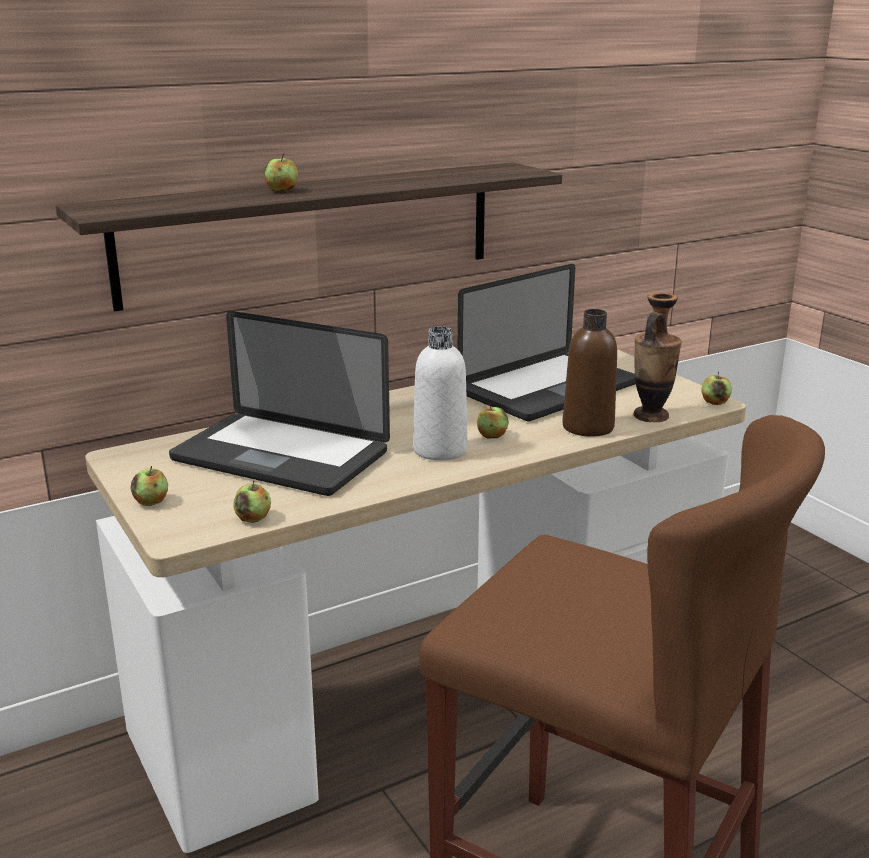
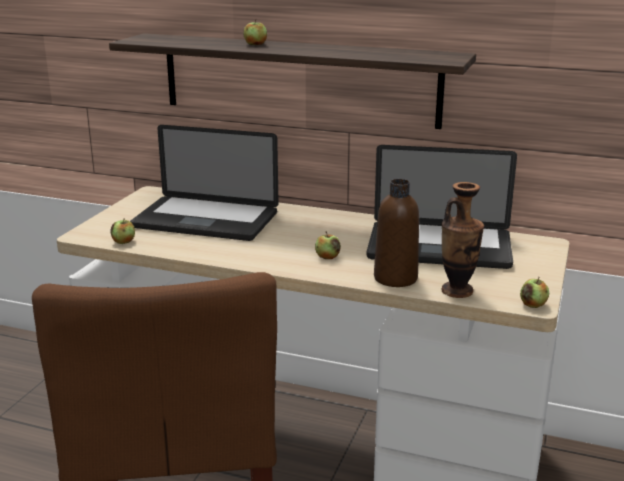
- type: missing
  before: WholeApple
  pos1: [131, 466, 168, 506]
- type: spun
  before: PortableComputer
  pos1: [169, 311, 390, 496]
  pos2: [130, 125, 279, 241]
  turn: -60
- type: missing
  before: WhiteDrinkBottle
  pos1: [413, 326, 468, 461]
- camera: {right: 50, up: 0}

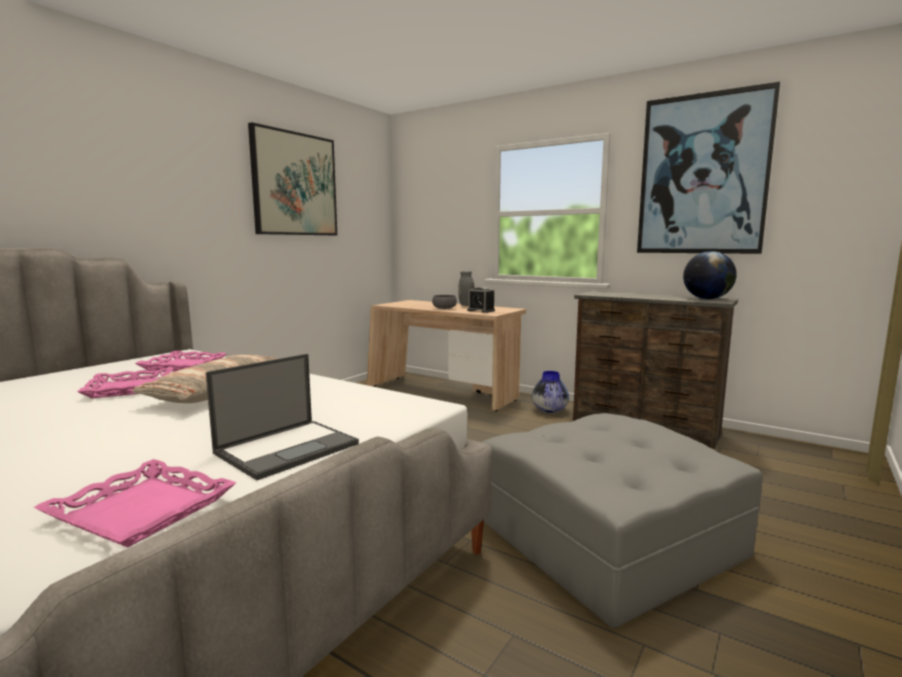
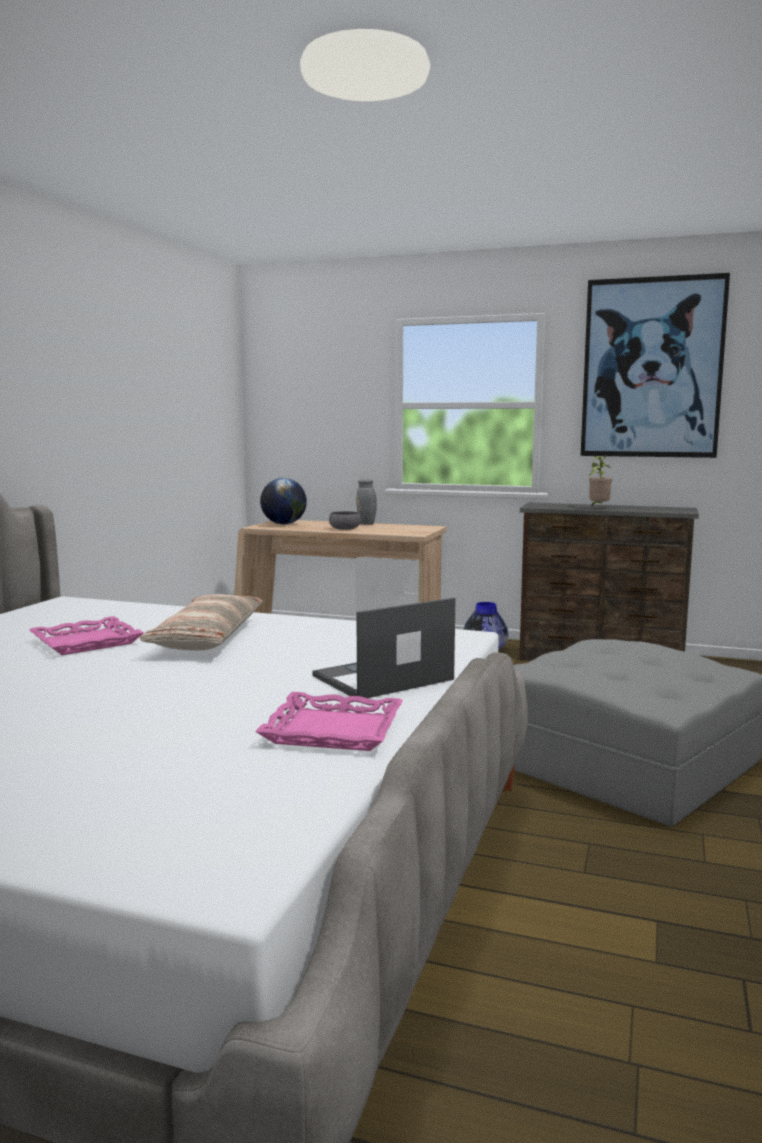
- type: missing
  before: PinkishServingTray
  pos1: [135, 351, 227, 372]
- type: spun
  before: PortableComputer
  pos1: [206, 354, 359, 480]
  pos2: [312, 597, 455, 698]
  turn: -150
- type: missing
  before: WallPicture
  pos1: [248, 122, 337, 235]
- type: missing
  before: AlarmClock
  pos1: [467, 287, 495, 313]
- type: relocated
  before: DeskGlobe
  pos1: [683, 251, 737, 299]
  pos2: [260, 478, 307, 524]
- type: appeared
  after: PlantInAPot
  pos2: [589, 455, 612, 506]
- camera: {right: -15, up: 0}

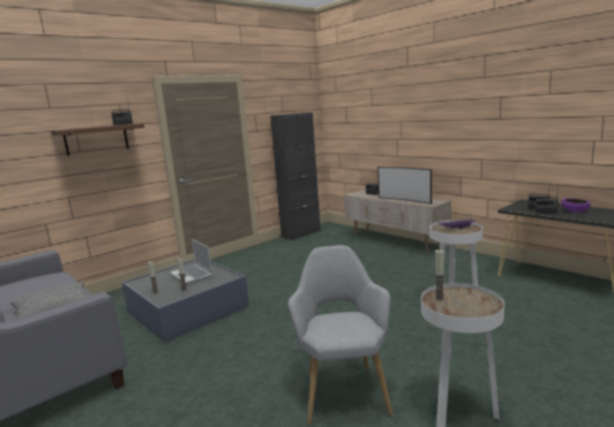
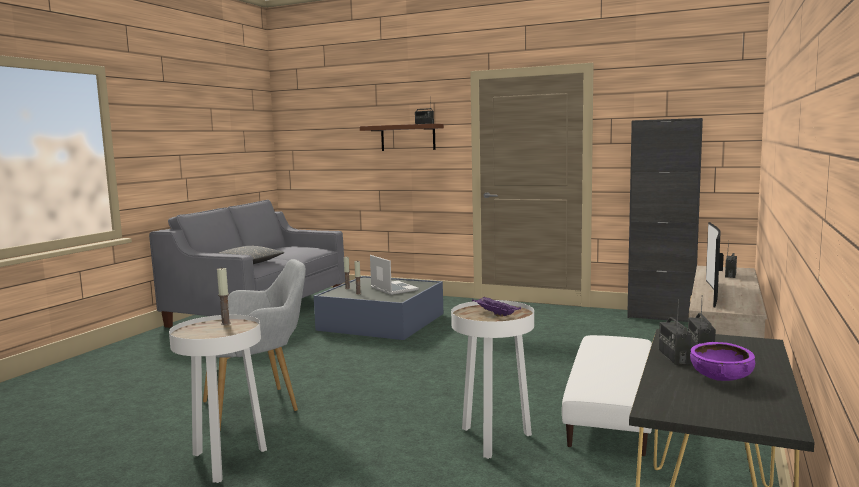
- type: spun
  before: PortableComputer
  pos1: [170, 239, 213, 284]
  pos2: [370, 255, 419, 295]
  turn: 120
- type: appeared
  after: WhiteOttoman
  pos2: [562, 335, 652, 456]
- camera: {right: 65, up: -5}

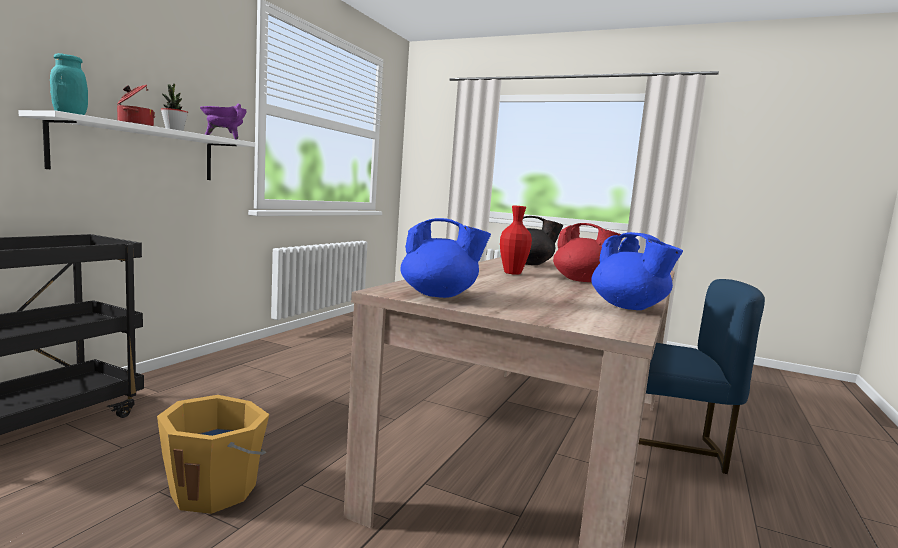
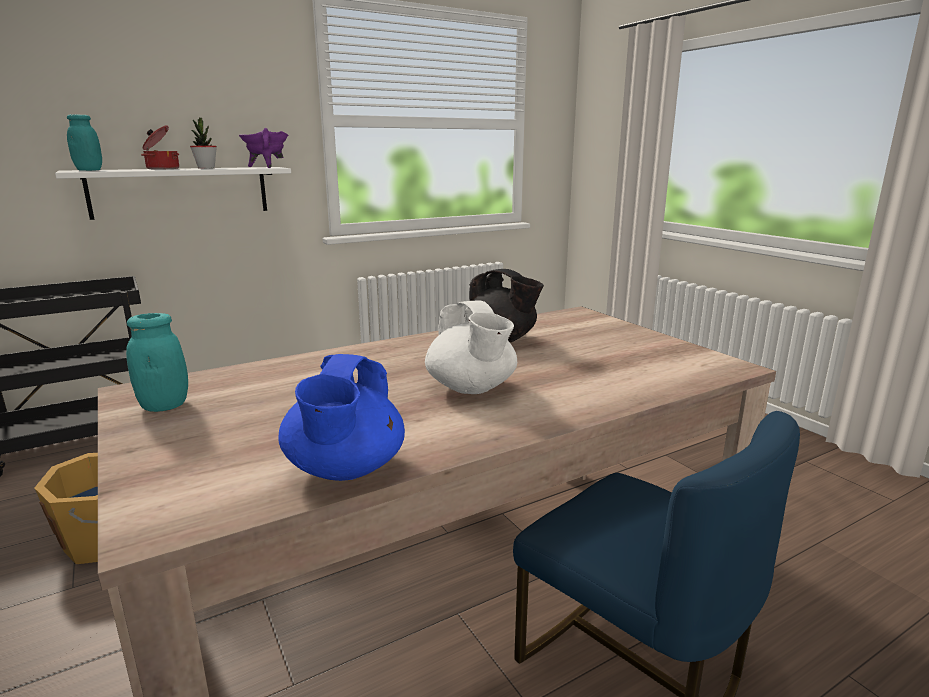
- type: exchanged
  before: BlueTeapot
  after: BlueGreenPreserveJar
  pos1: [400, 218, 491, 298]
  pos2: [126, 313, 188, 412]
- type: missing
  before: ReddishFlowerVase
  pos1: [500, 205, 532, 275]
- type: colour
  before: ReddishTeapot
  after: WhiteTeapot
  pos1: [553, 223, 623, 282]
  pos2: [425, 301, 517, 394]
- camera: {right: 35, up: 10}

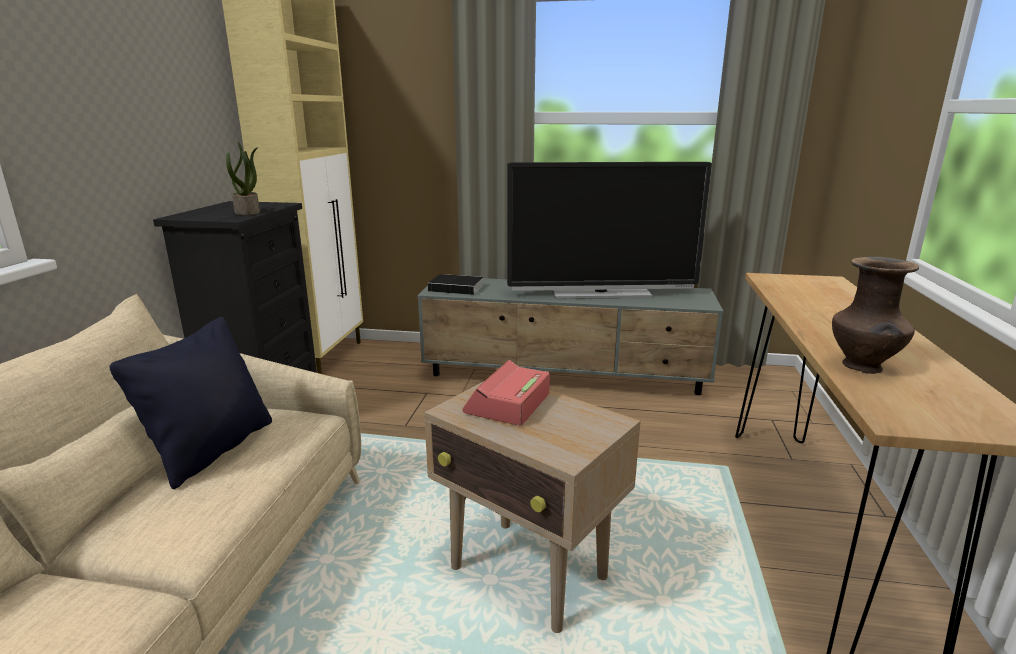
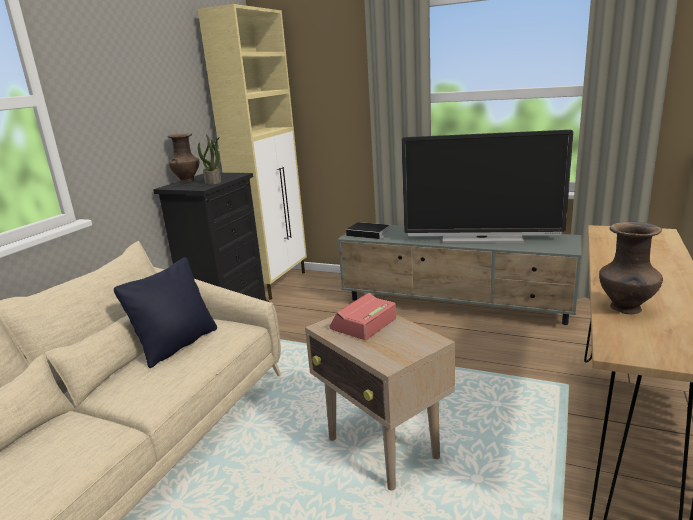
- type: appeared
  after: BrownFlowerVase
  pos2: [167, 133, 200, 183]
- camera: {right: 15, up: 0}

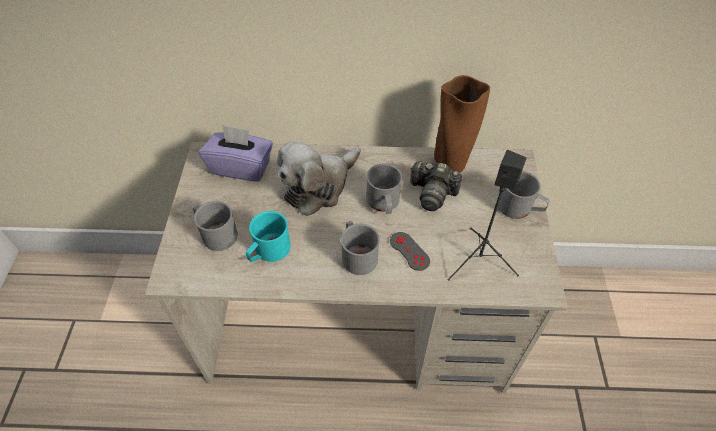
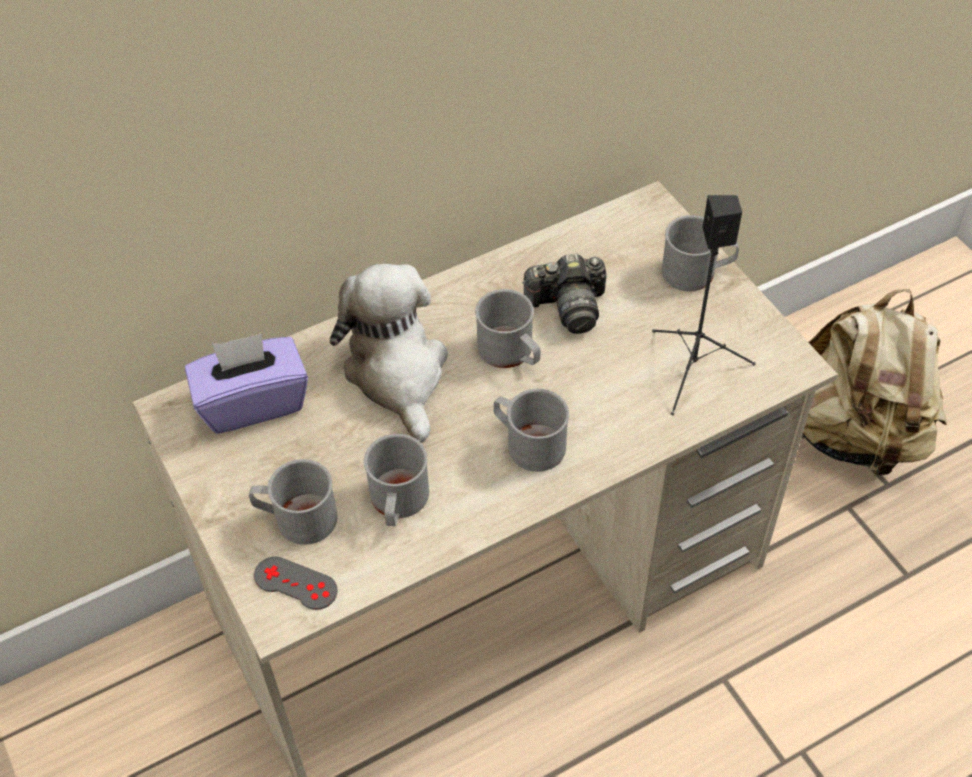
- type: colour
  before: BlueGreenCoffeeMug
  after: GreyCoffeeMug
  pos1: [246, 211, 291, 262]
  pos2: [364, 434, 429, 526]
- type: spun
  before: PlushToy
  pos1: [277, 141, 361, 216]
  pos2: [330, 264, 448, 443]
  turn: 150
- type: relocated
  before: GreyGamepad
  pos1: [390, 232, 430, 271]
  pos2: [254, 556, 338, 610]
- type: missing
  before: BrownFlowerVase
  pos1: [434, 75, 490, 173]
- type: appeared
  after: BeigeKnapsack
  pos2: [803, 289, 947, 481]
- camera: {right: -30, up: 0}

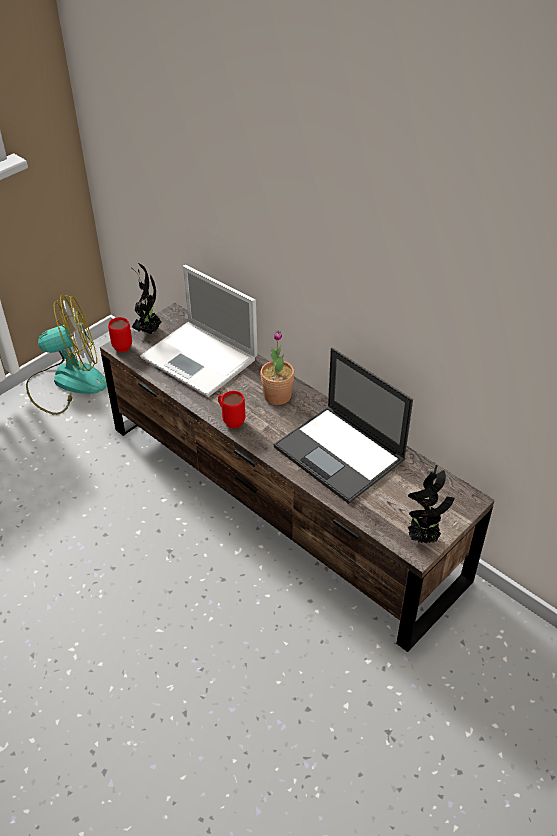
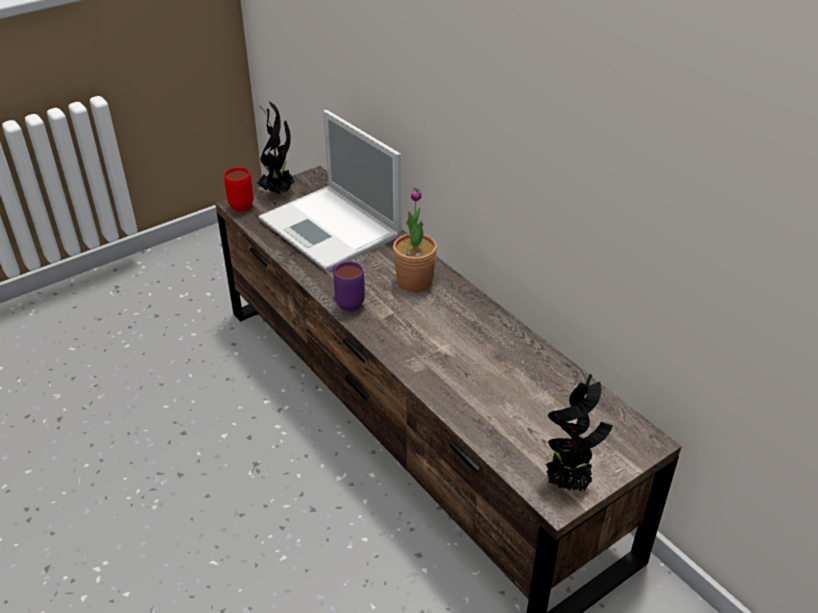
- type: missing
  before: ElectricFan
  pos1: [26, 295, 107, 415]
- type: colour
  before: ReddishCoffeeMug
  after: PurplishCoffeeMug
  pos1: [218, 391, 245, 429]
  pos2: [333, 261, 365, 312]
- type: missing
  before: PortableComputer
  pos1: [274, 348, 413, 504]
- camera: {right: 10, up: -5}

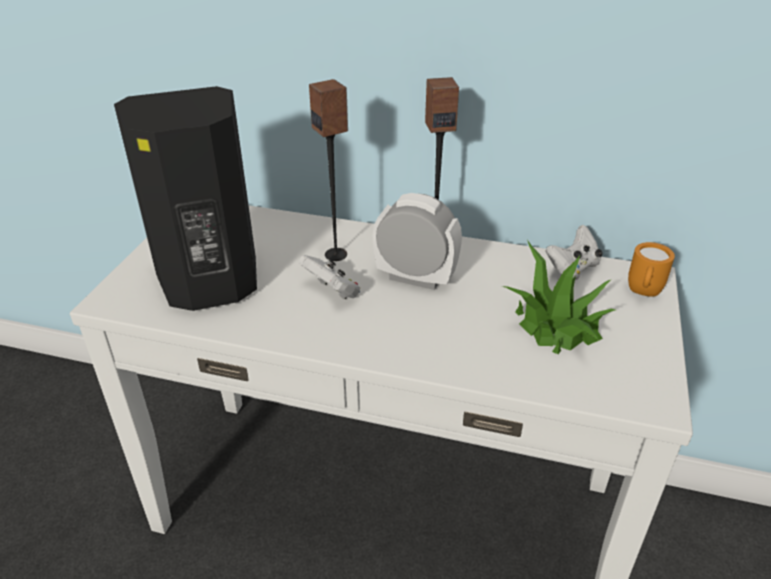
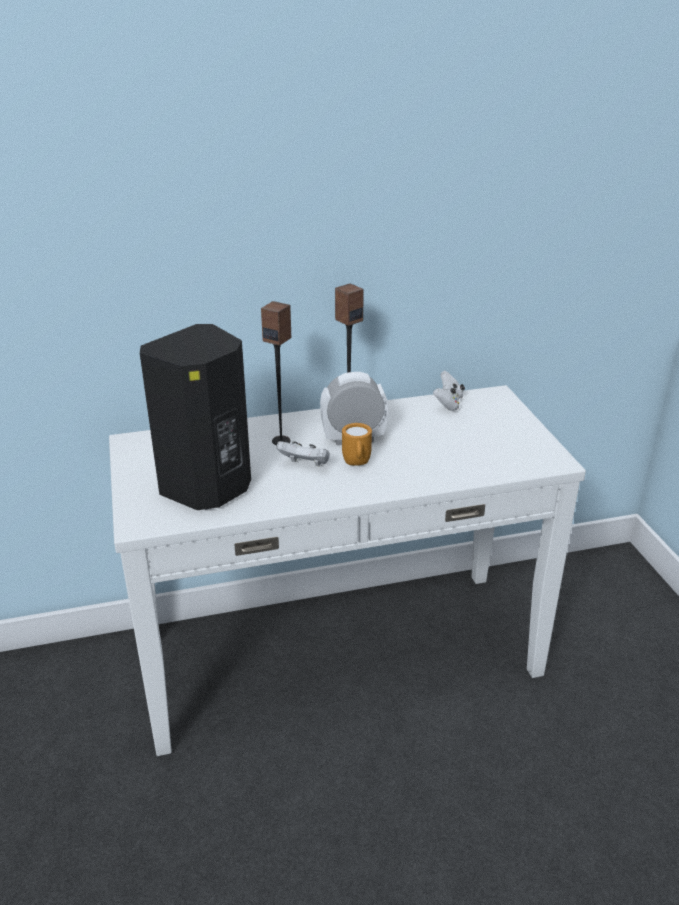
- type: missing
  before: PlantInAPot
  pos1: [502, 240, 615, 354]
- type: relocated
  before: OrangeCoffeeMug
  pos1: [628, 242, 675, 297]
  pos2: [342, 423, 372, 466]
- camera: {right: -30, up: -5}

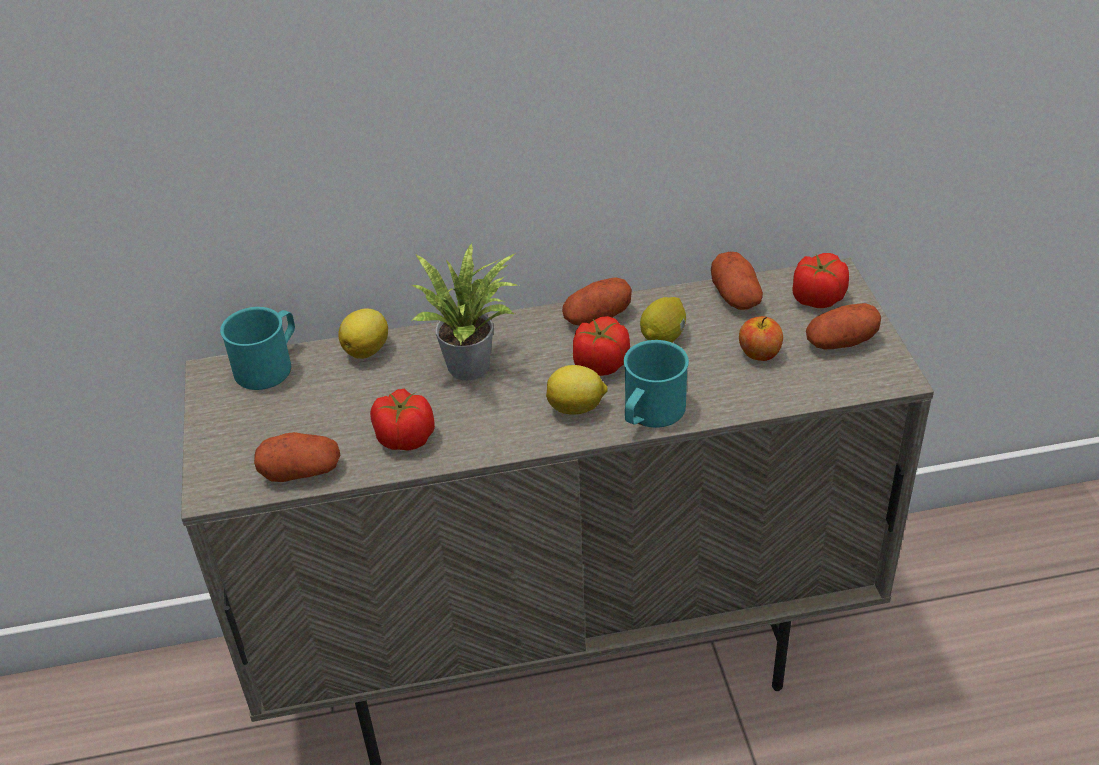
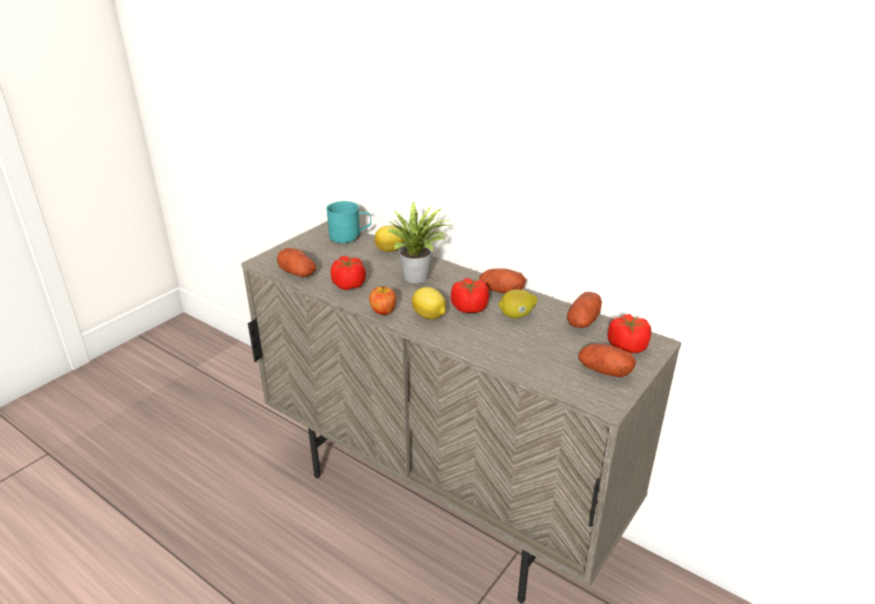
- type: missing
  before: BlueGreenCoffeeMug
  pos1: [624, 340, 689, 428]
- type: relocated
  before: WholeApple
  pos1: [739, 316, 783, 361]
  pos2: [369, 286, 396, 315]
- camera: {right: 45, up: -10}

